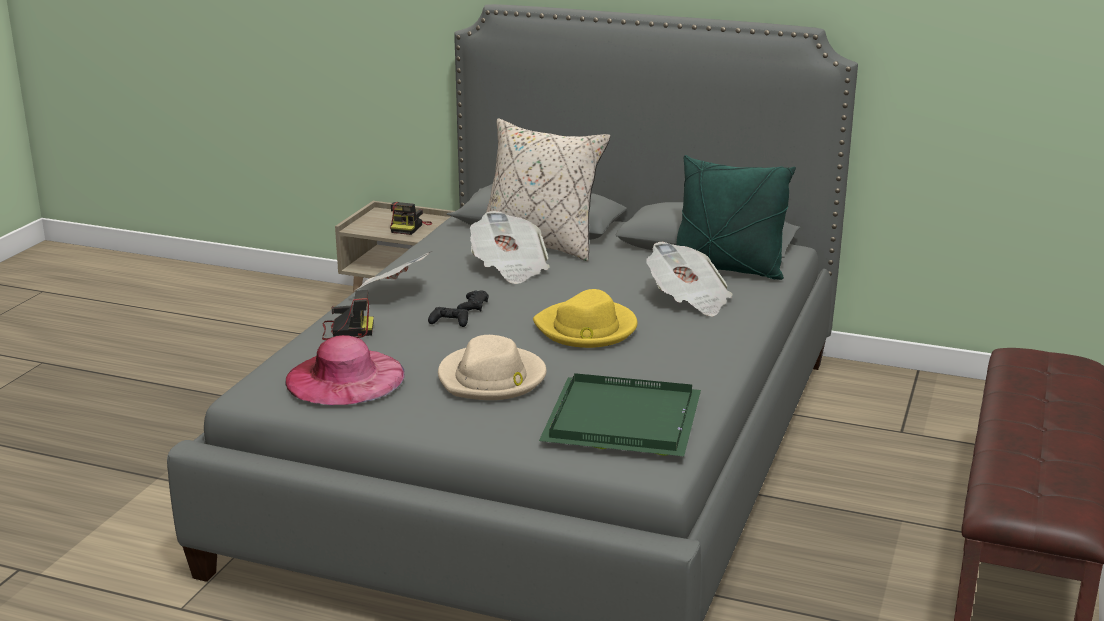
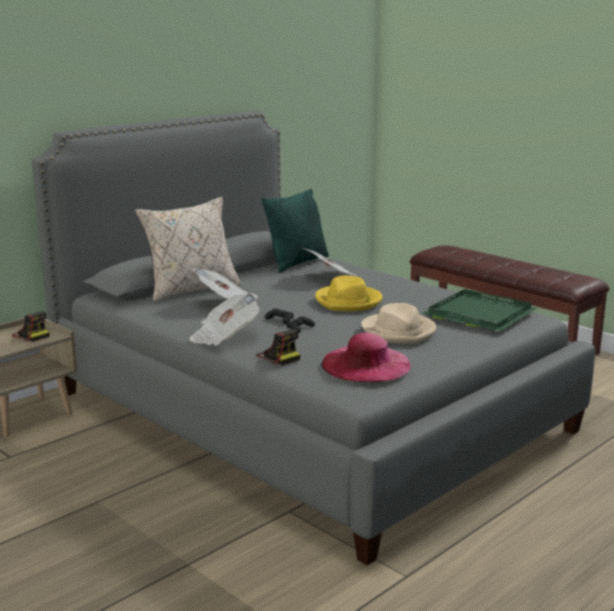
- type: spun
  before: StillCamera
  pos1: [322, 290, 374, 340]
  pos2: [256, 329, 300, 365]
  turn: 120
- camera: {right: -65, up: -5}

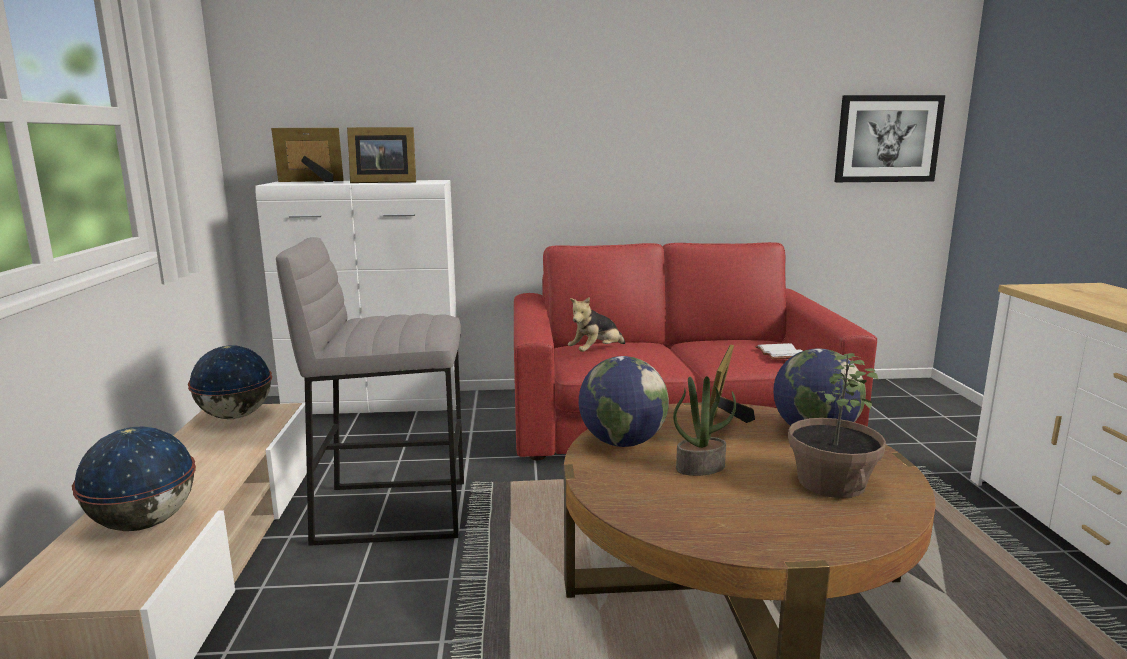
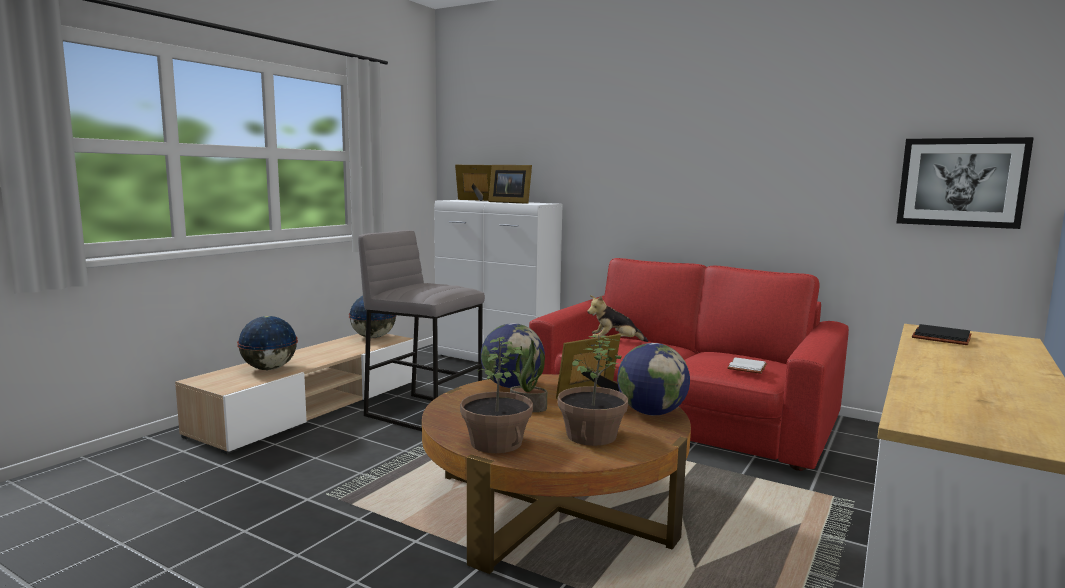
- type: appeared
  after: PlantInAPot
  pos2: [460, 337, 533, 453]
- type: appeared
  after: BlackishVolume
  pos2: [912, 324, 972, 345]
- camera: {right: 35, up: -5}

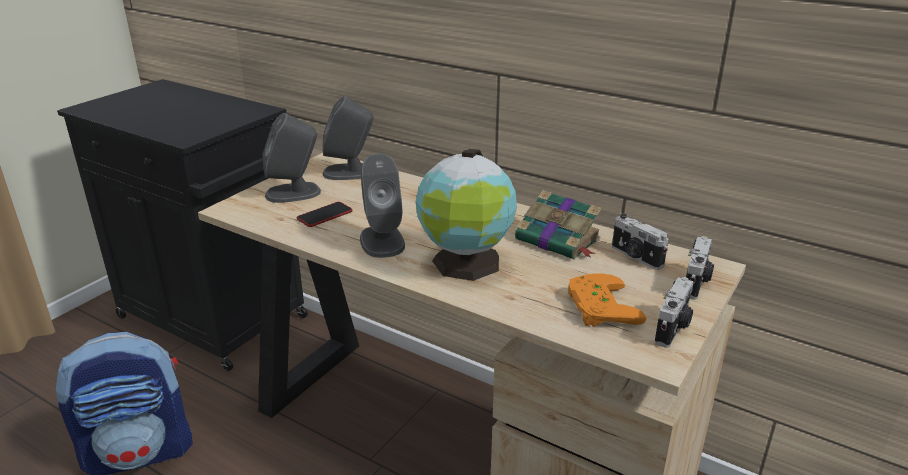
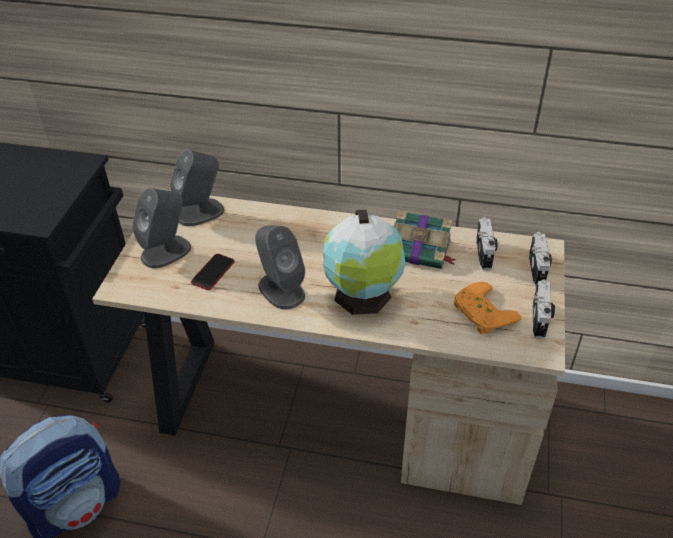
- type: spun
  before: StillCamera
  pos1: [612, 214, 669, 270]
  pos2: [476, 217, 497, 270]
  turn: -120
- camera: {right: -20, up: 15}

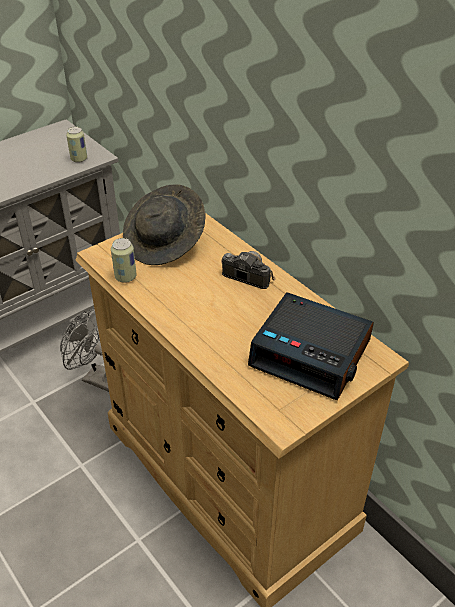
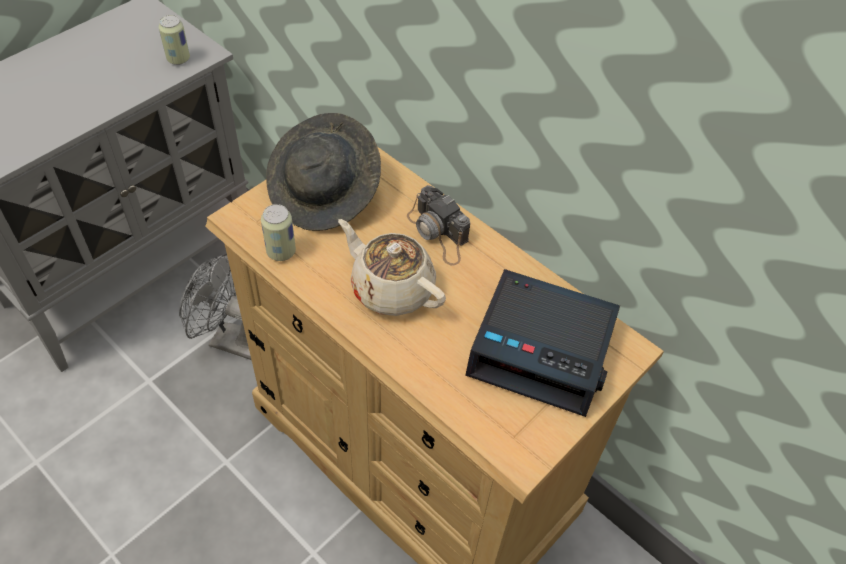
- type: spun
  before: StillCamera
  pos1: [221, 251, 276, 289]
  pos2: [407, 185, 470, 266]
  turn: -150
- type: appeared
  after: BeigeTeapot
  pos2: [338, 219, 446, 316]
- camera: {right: -10, up: 10}

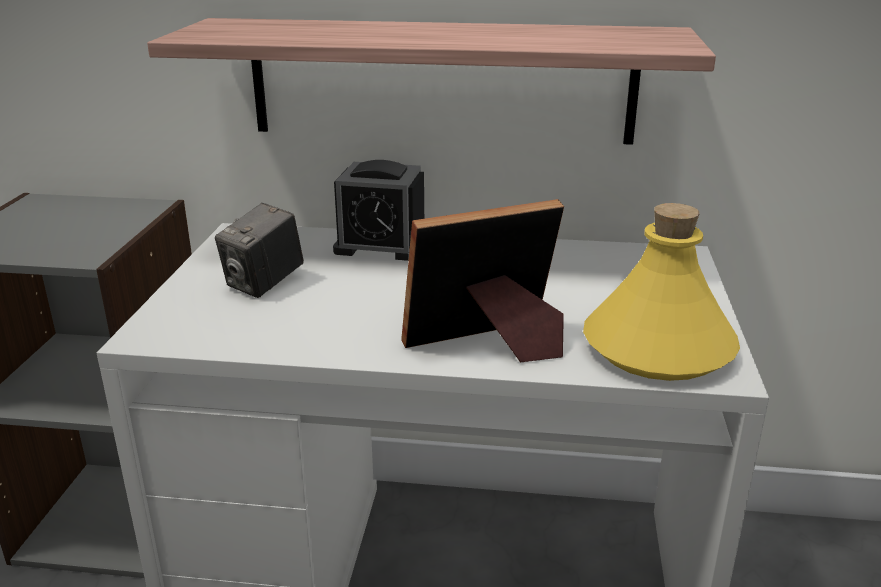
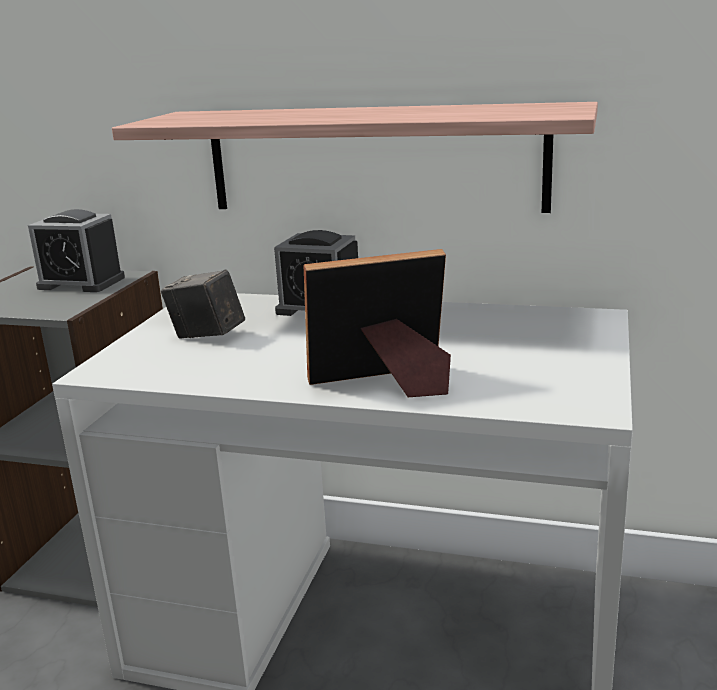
- type: spun
  before: StillCamera
  pos1: [215, 203, 304, 298]
  pos2: [161, 269, 245, 339]
  turn: 75
- type: missing
  before: YellowishDrinkBottle
  pos1: [583, 203, 740, 381]
- type: appeared
  after: AlarmClock
  pos2: [28, 209, 125, 292]
- camera: {right: 10, up: -5}

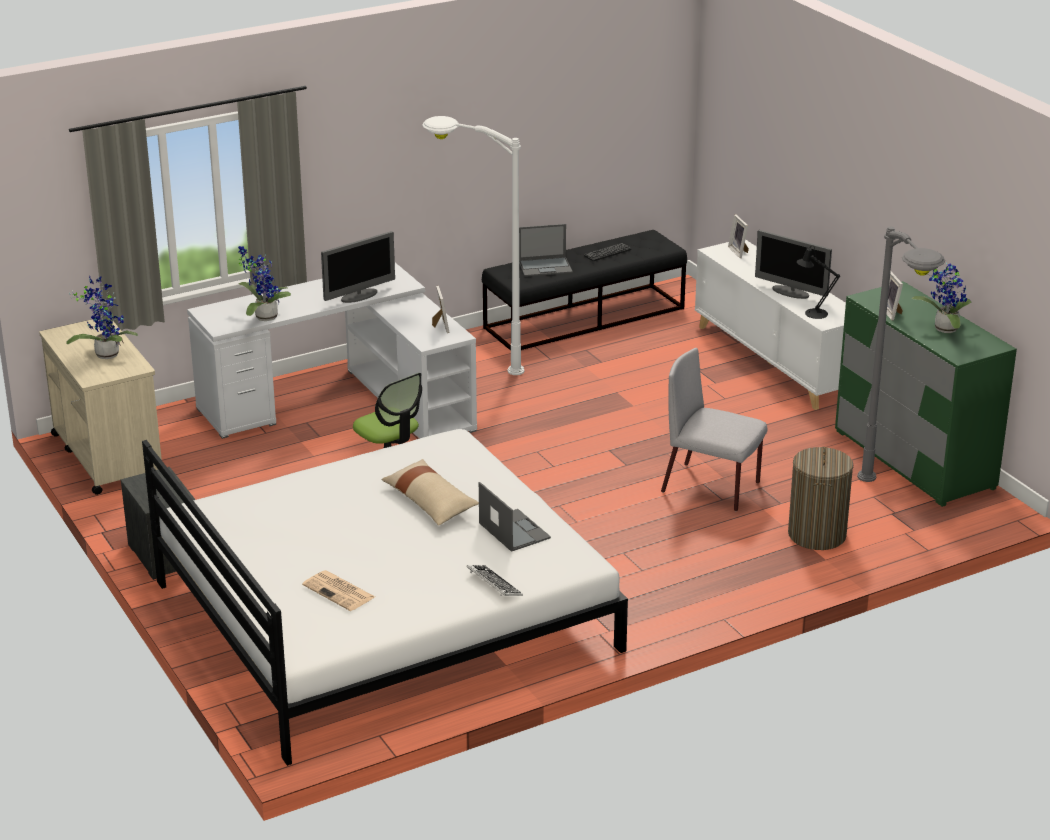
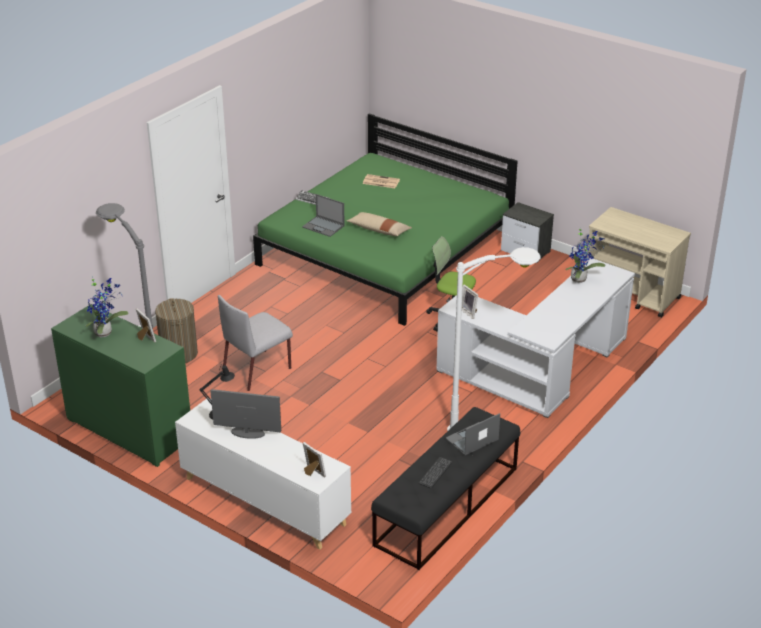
- type: missing
  before: PlantInAPot
  pos1: [66, 276, 138, 359]
- type: colour
  before: WhiteBedroomBed
  after: GreenishBedroomBed
  pos1: [142, 429, 628, 766]
  pos2: [253, 113, 518, 326]
- type: missing
  before: Monitor
  pos1: [321, 231, 395, 303]
- type: spun
  before: GreyPlainChair
  pos1: [661, 348, 768, 511]
  pos2: [218, 295, 293, 391]
  turn: 135
- camera: {right: 155, up: 5}

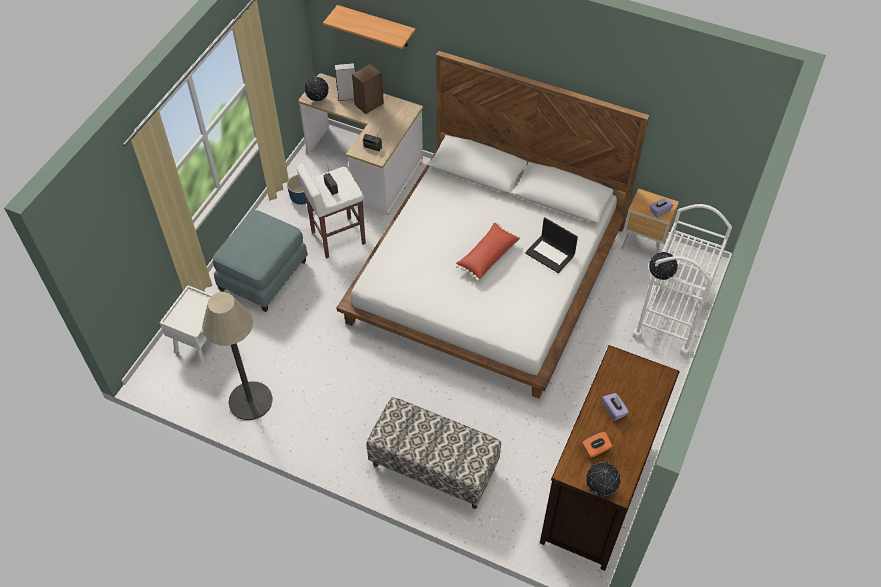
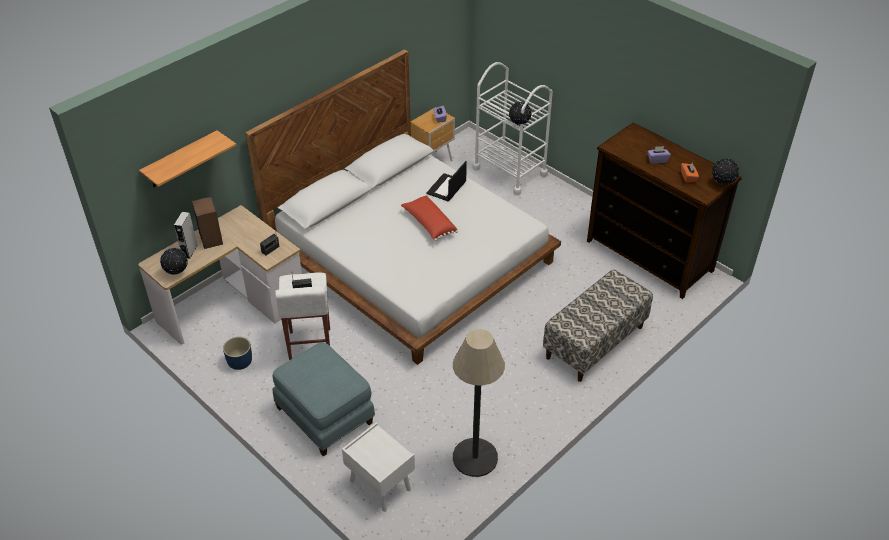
- type: spun
  before: PortableComputer
  pos1: [525, 217, 578, 273]
  pos2: [426, 161, 467, 201]
  turn: 150
- camera: {right: -70, up: -10}

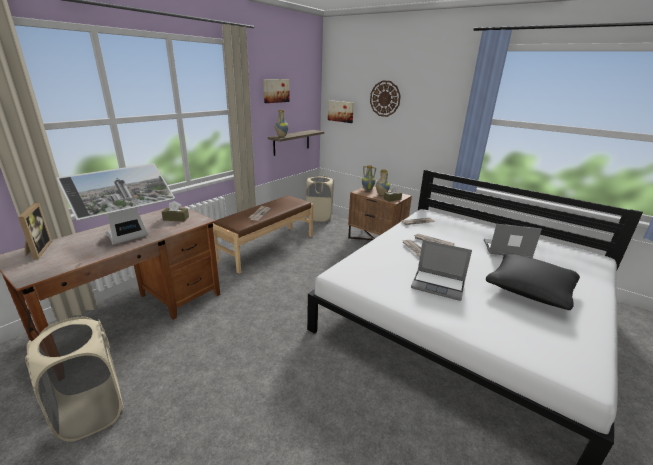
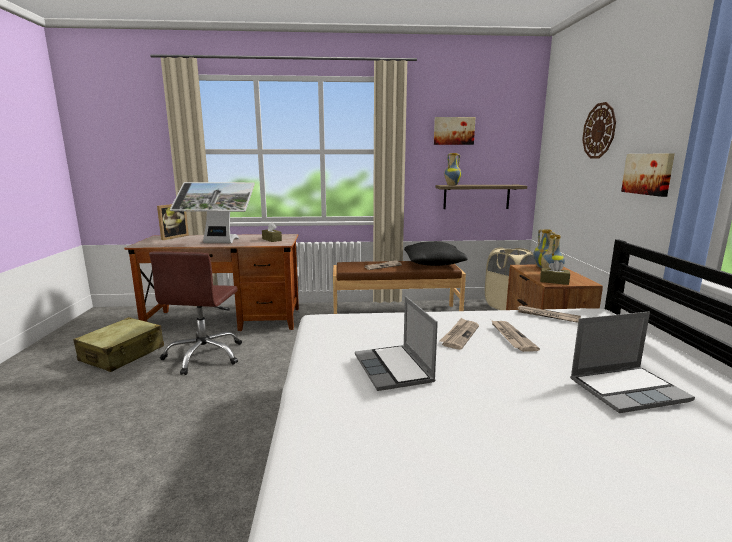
- type: exchanged
  before: BeigeLaundryBasket
  after: BeigePieceOfLuggage
  pos1: [25, 317, 124, 442]
  pos2: [73, 317, 164, 372]
- type: relocated
  before: WallPicture
  pos1: [328, 100, 354, 123]
  pos2: [621, 153, 675, 197]
- type: spun
  before: PortableComputer
  pos1: [484, 224, 542, 258]
  pos2: [570, 312, 695, 413]
  turn: 105
- type: relocated
  before: BlackishThrowPillow
  pos1: [486, 253, 580, 310]
  pos2: [404, 241, 468, 266]
- type: appeared
  after: BrownOfficeChair
  pos2: [149, 251, 242, 375]
- camera: {right: 50, up: -10}

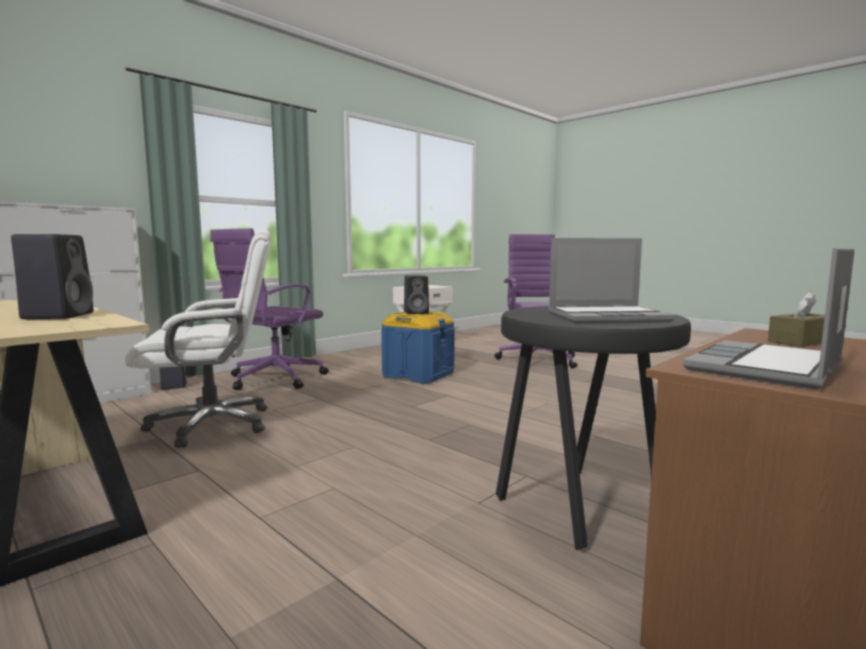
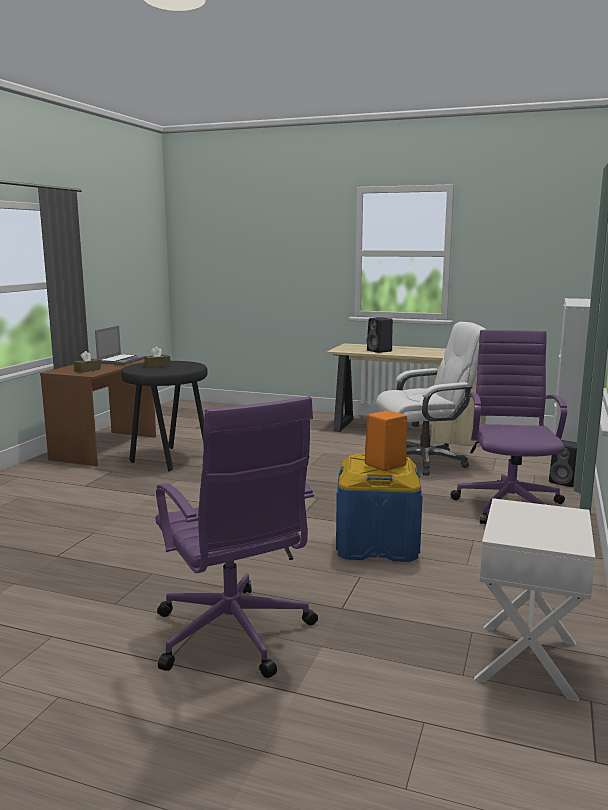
- type: spun
  before: WhiteOfficeChair
  pos1: [125, 229, 271, 448]
  pos2: [376, 322, 486, 476]
  turn: -150
- type: colour
  before: BlackishLoudspeaker
  after: OrangeLoudspeaker
  pos1: [404, 275, 429, 314]
  pos2: [365, 410, 407, 471]
- type: exchanged
  before: PortableComputer
  after: BrownTissueHolder
  pos1: [548, 238, 676, 324]
  pos2: [144, 346, 171, 368]
- camera: {right: 155, up: 5}

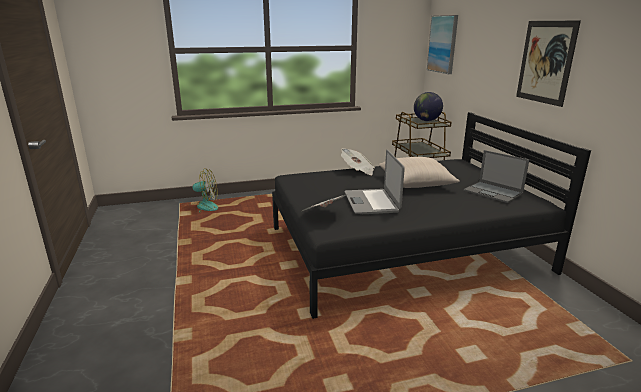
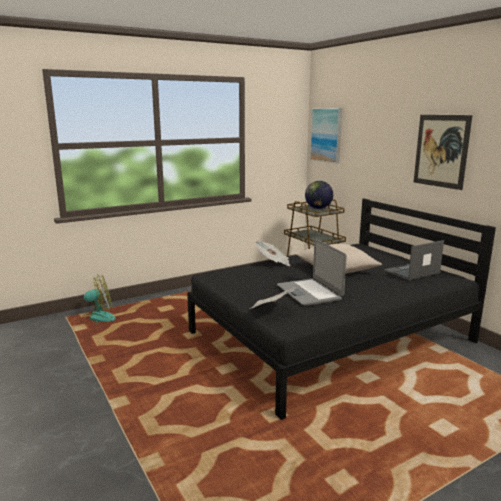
- type: spun
  before: PortableComputer
  pos1: [463, 150, 530, 203]
  pos2: [384, 240, 444, 280]
  turn: 120
- camera: {right: -15, up: -5}

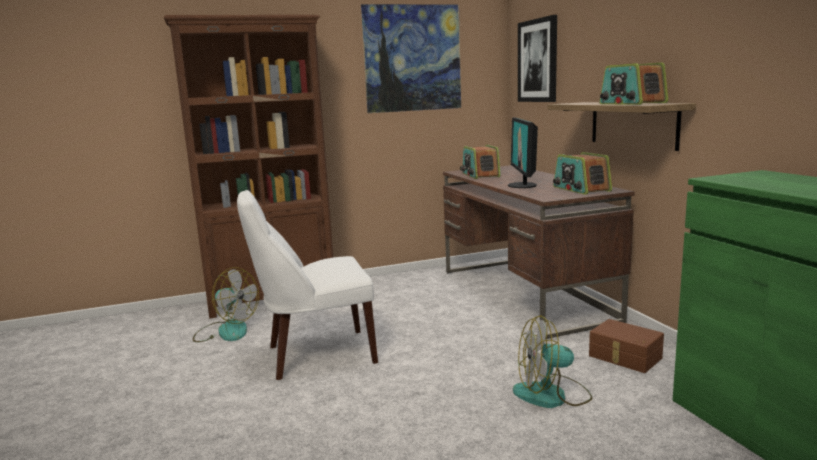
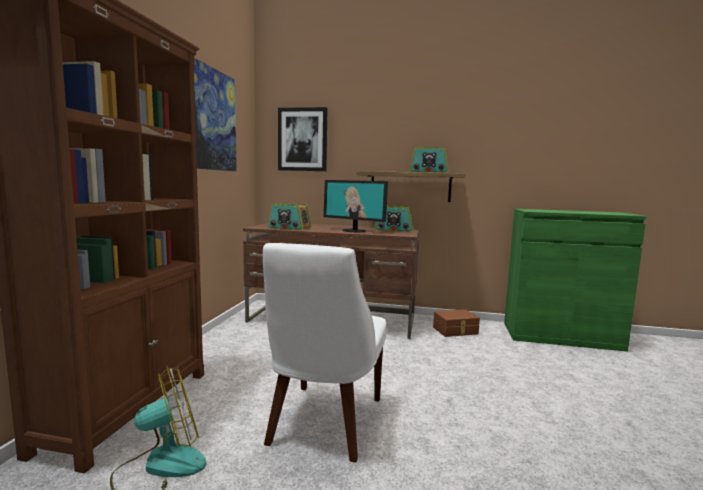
- type: missing
  before: ElectricFan
  pos1: [513, 315, 592, 408]
- camera: {right: -60, up: -5}

